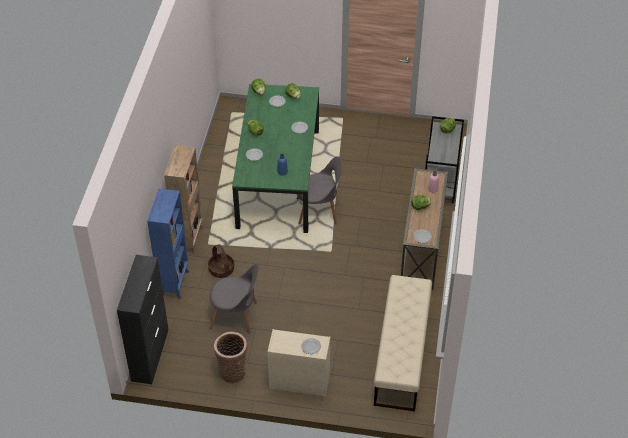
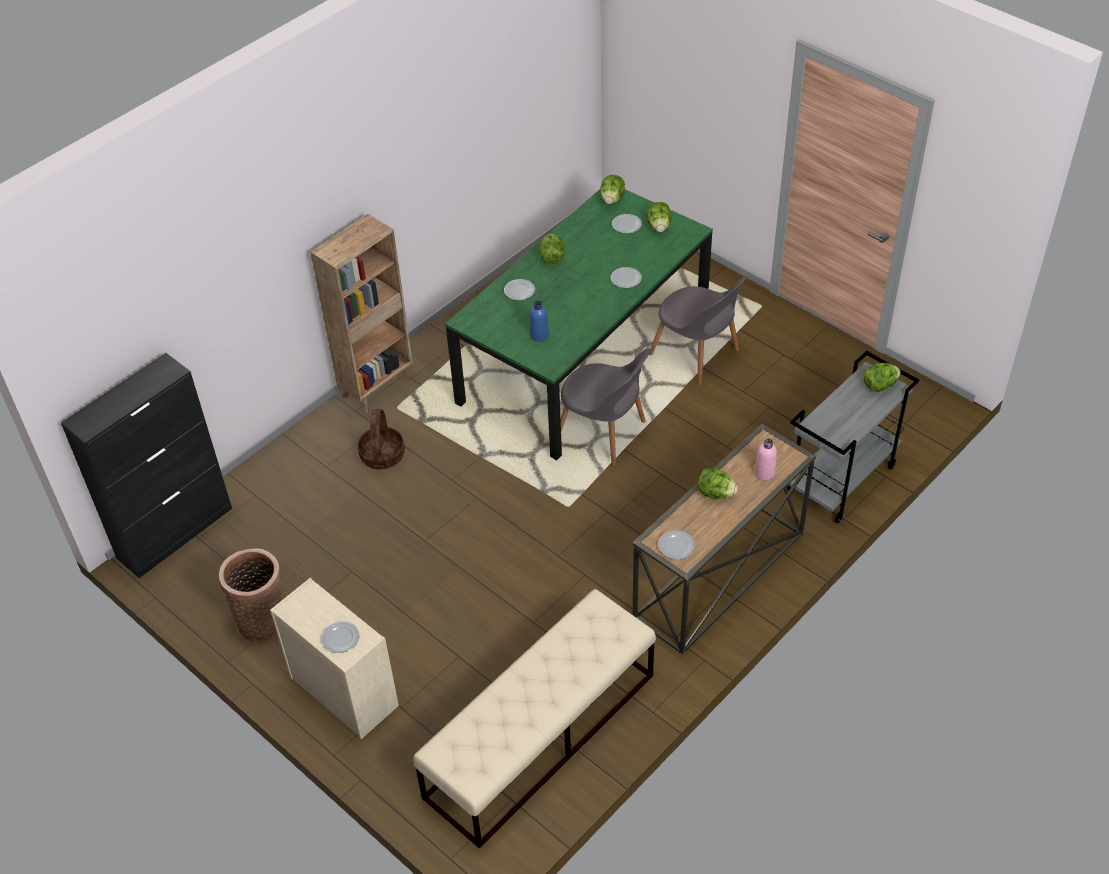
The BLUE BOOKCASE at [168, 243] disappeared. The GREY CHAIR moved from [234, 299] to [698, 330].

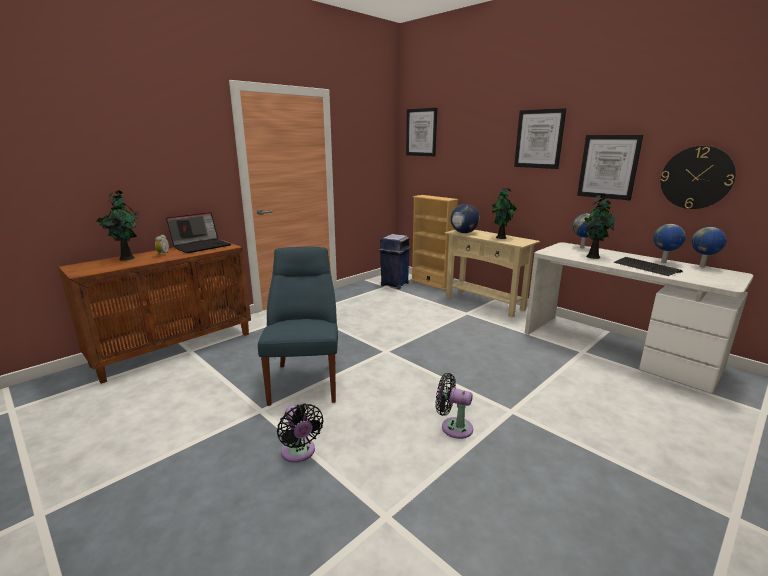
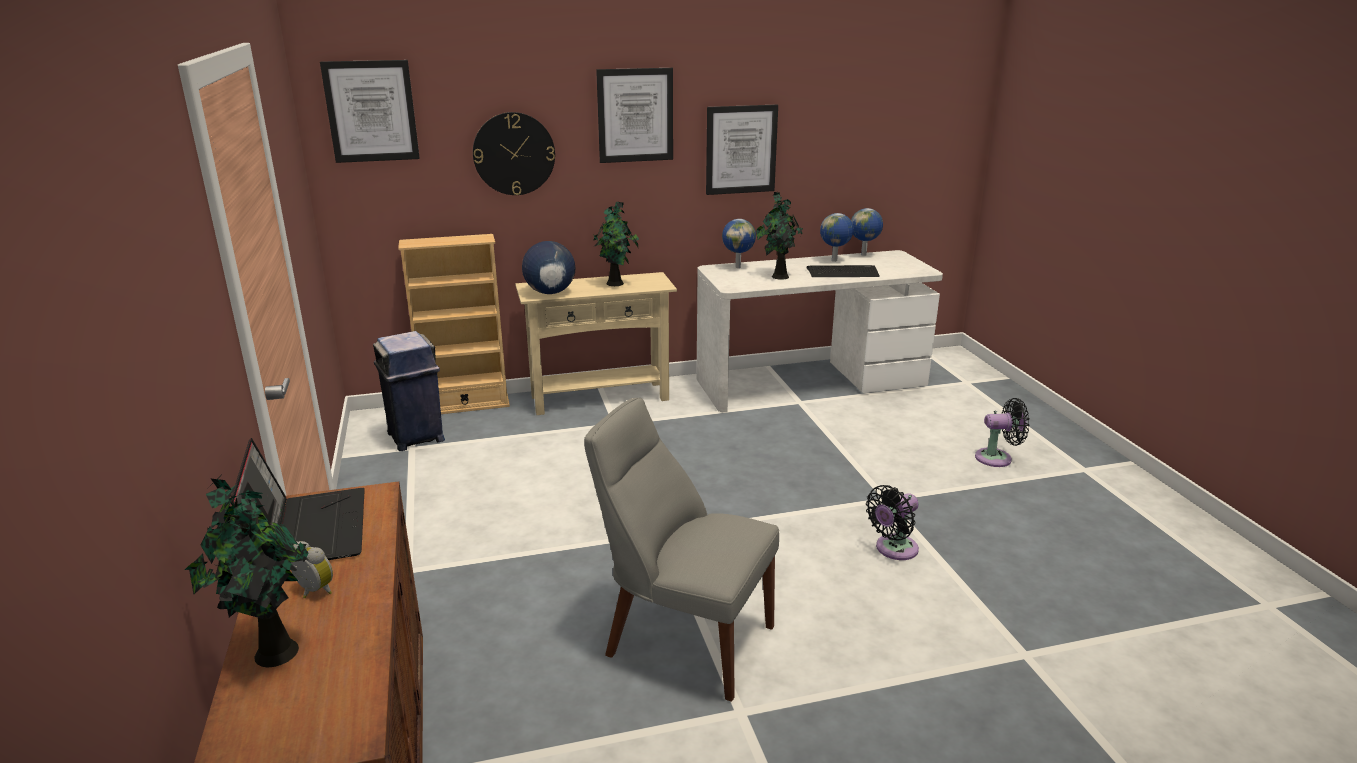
The BLACK FAN moved from [300, 433] to [1002, 432]. The WALL CLOCK moved from [698, 177] to [514, 153]. The BLUE CHAIR at [298, 326] became the GREY CHAIR at [681, 550].

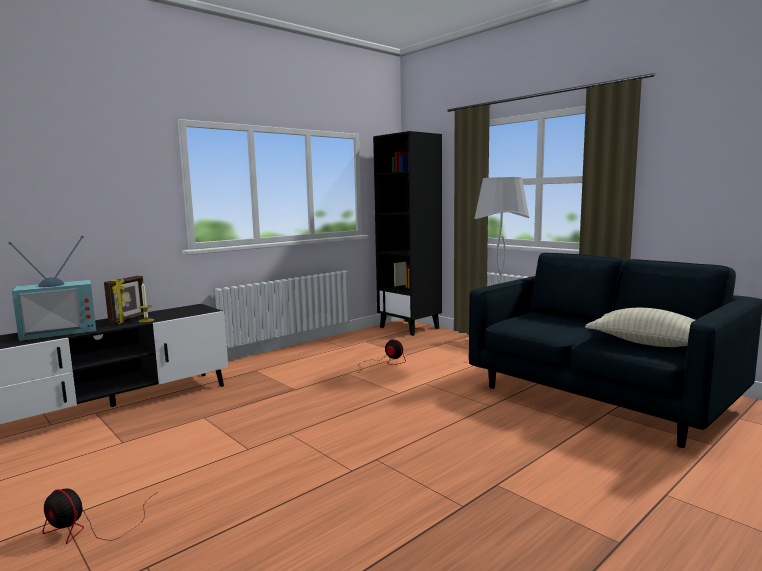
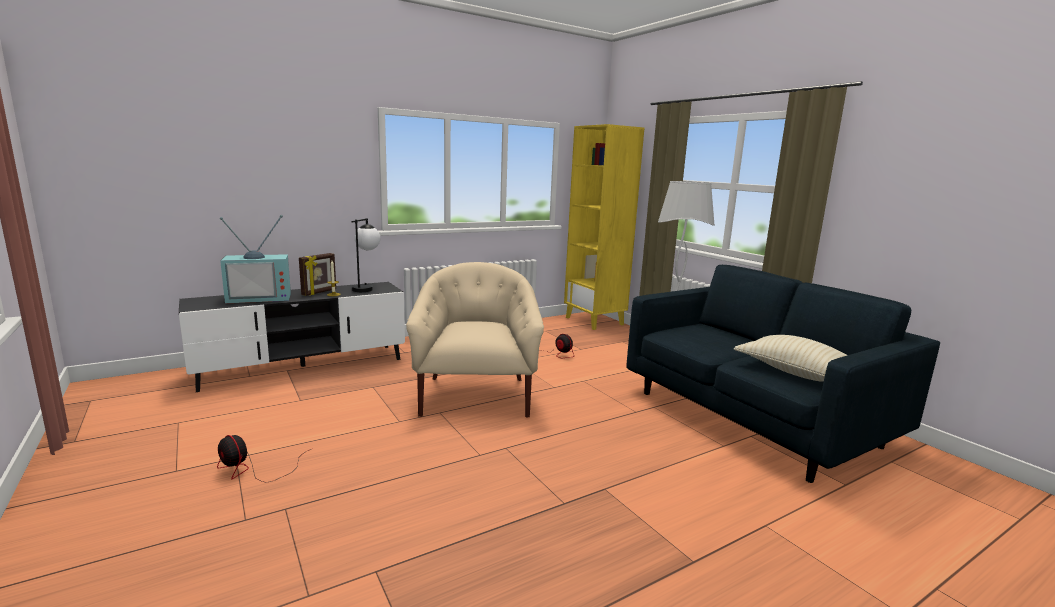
The TABLE LAMP at [366, 255] appeared. The BEIGE ARMCHAIR at [475, 340] appeared. The BLACK BOOKCASE at [407, 233] became the YELLOW BOOKCASE at [604, 227].

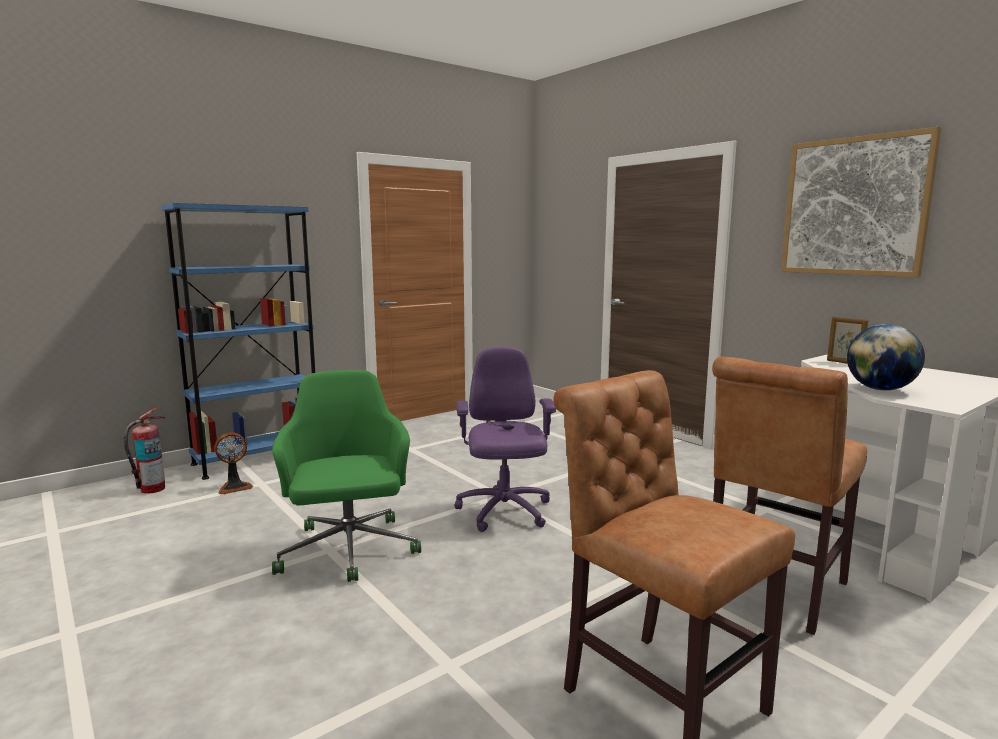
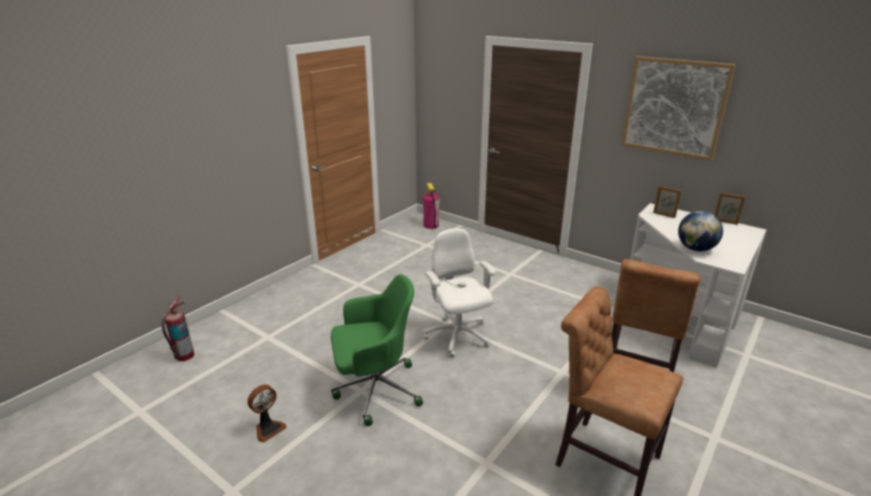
The BLUE BOOKCASE at [238, 341] disappeared. The FIRE EXTINGUISHER at [431, 206] appeared. The PICTURE FRAME at [730, 208] appeared. The FAN moved from [234, 463] to [267, 413]. The PURPLE OFFICE CHAIR at [505, 439] became the WHITE OFFICE CHAIR at [460, 293]. The GREEN OFFICE CHAIR at [346, 476] turned 105 degrees clockwise.

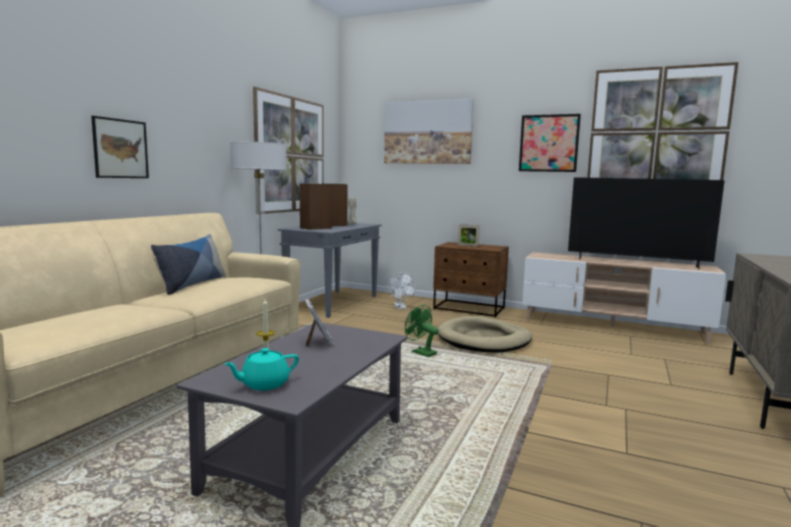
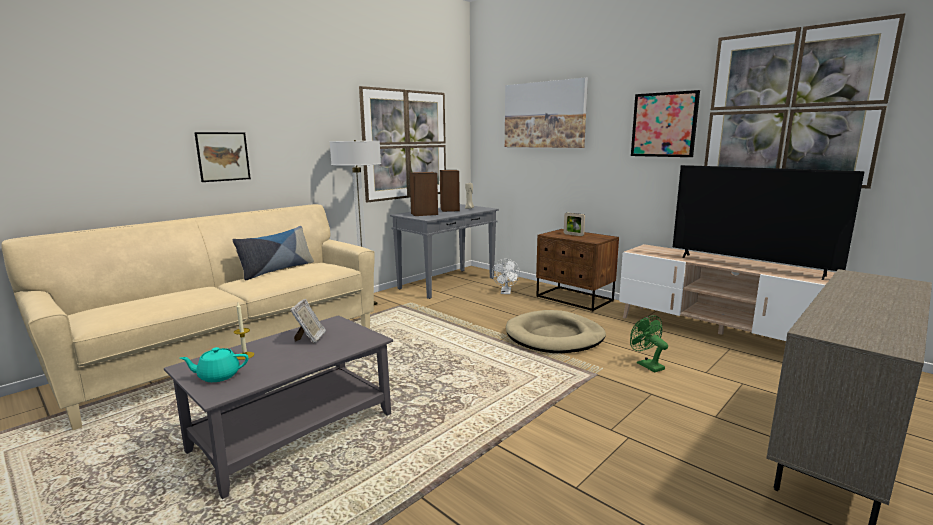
The GREEN FAN moved from [422, 331] to [649, 343].

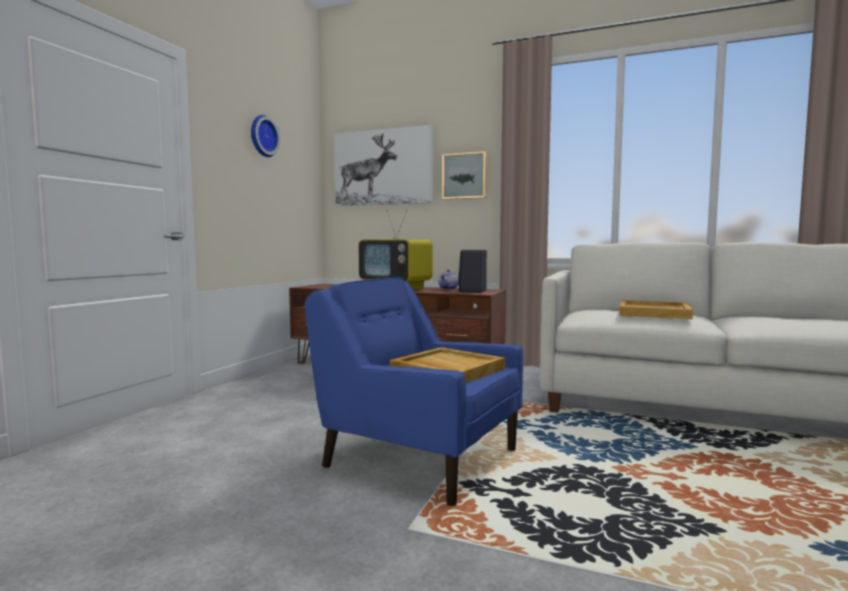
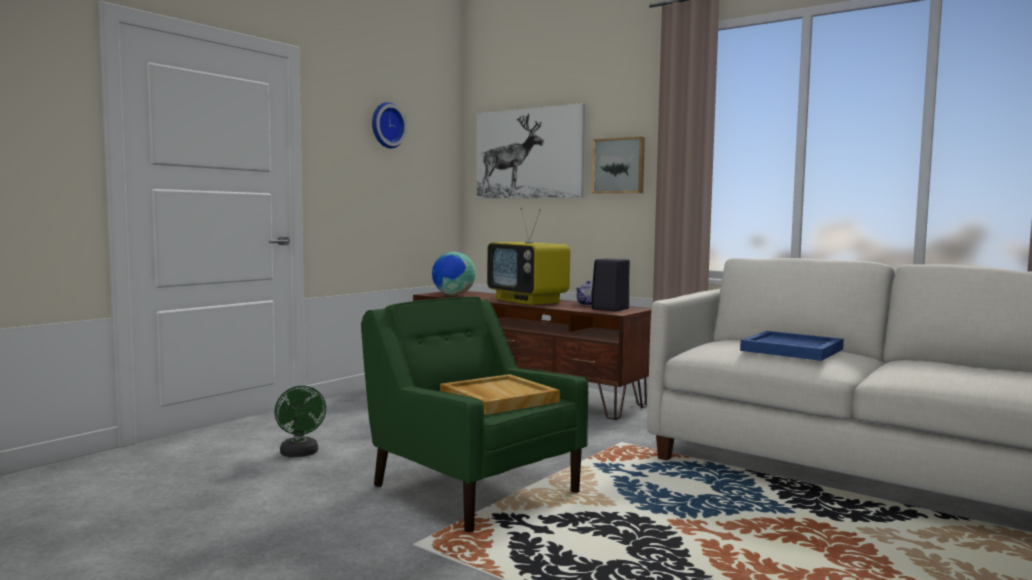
The GREEN FAN at [300, 421] appeared. The GLOBE at [454, 273] appeared. The BLUE ARMCHAIR at [414, 392] became the GREEN ARMCHAIR at [474, 414]. The BEIGE TRAY at [656, 309] became the BLUE TRAY at [792, 346].

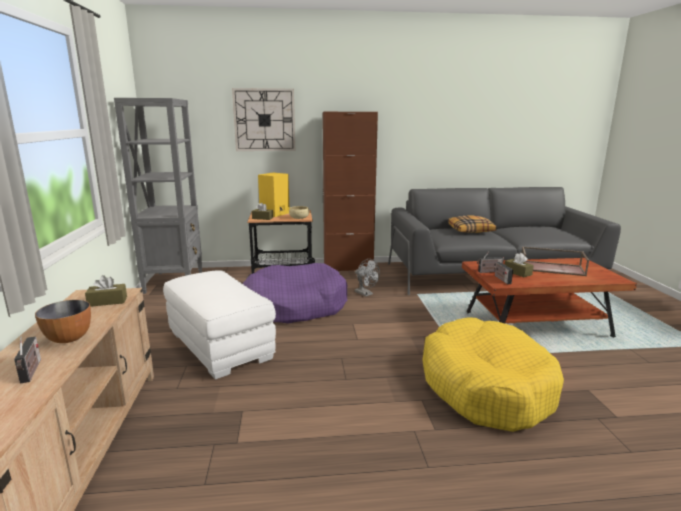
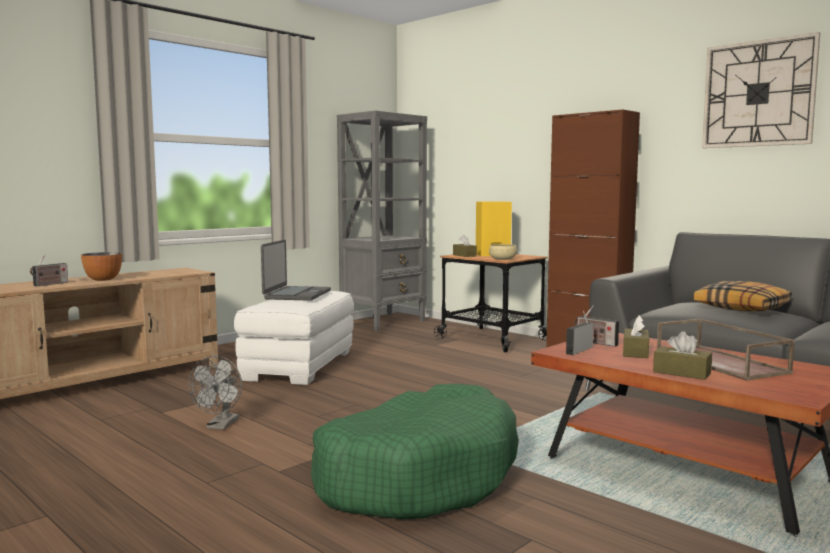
The PURPLE DOG BED at [295, 293] disappeared. The LAPTOP at [296, 270] appeared. The BROWN TISSUE BOX moved from [106, 291] to [682, 355]. The WALL CLOCK moved from [263, 119] to [761, 90]. The GREY FAN moved from [367, 278] to [215, 393]. The YELLOW DOG BED at [493, 374] became the GREEN DOG BED at [415, 451].

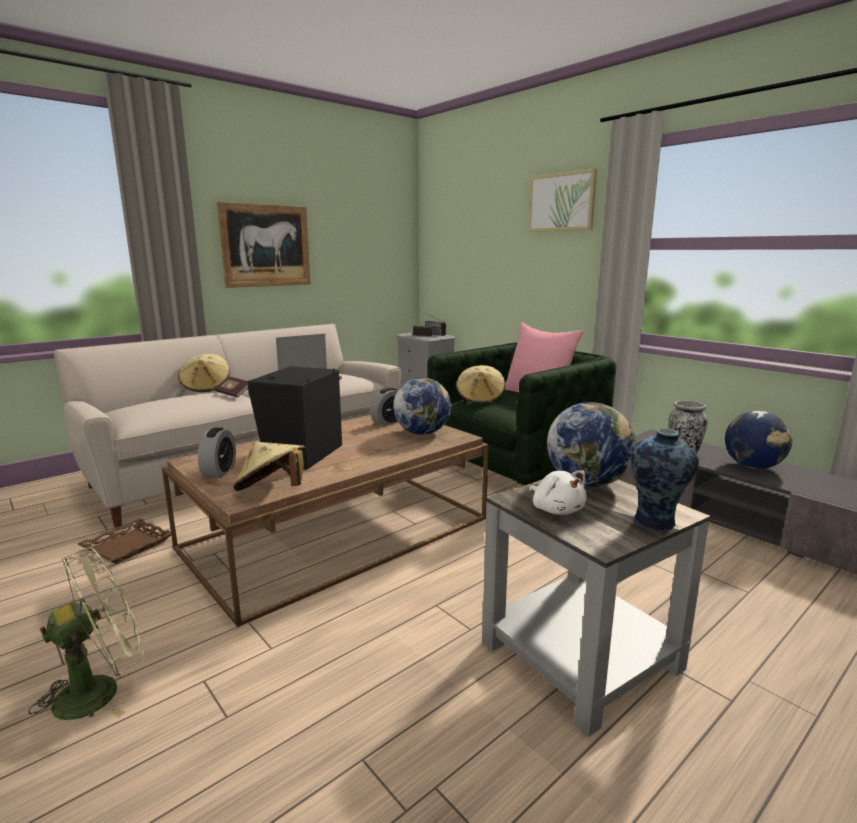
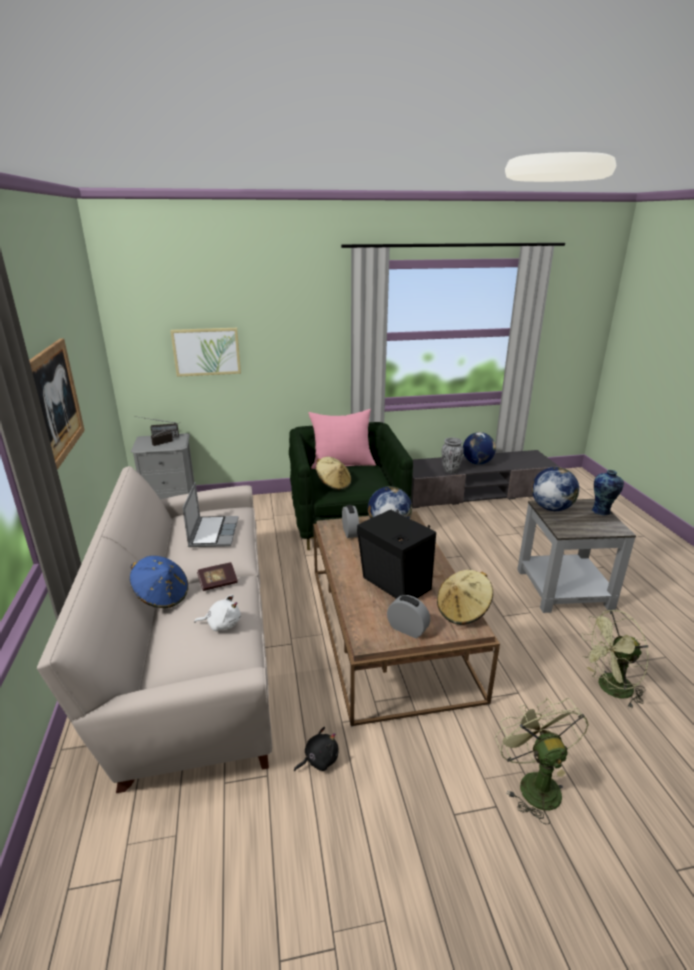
The GREEN FAN at [614, 659] appeared. The PICTURE moved from [562, 200] to [205, 352]. The WHITE PLUSH TOY moved from [558, 492] to [217, 612]. The BROWN TRAY at [124, 541] was replaced by the BLACK PLUSH TOY at [316, 749]. The BEIGE HAT at [204, 373] became the BLUE HAT at [159, 582].

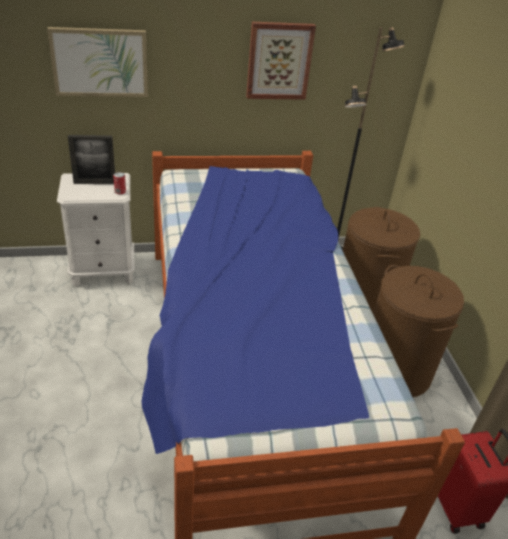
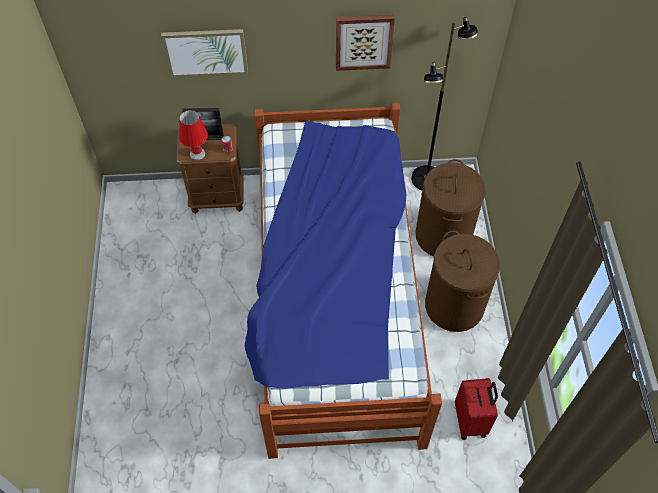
The RED TABLE LAMP at [193, 135] appeared. The WHITE NIGHTSTAND at [96, 229] became the BROWN NIGHTSTAND at [210, 169].

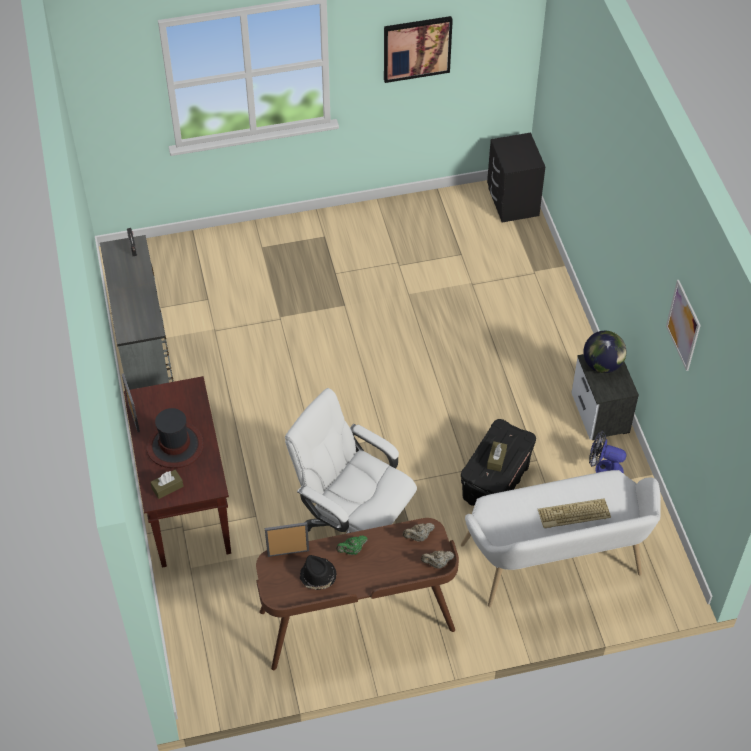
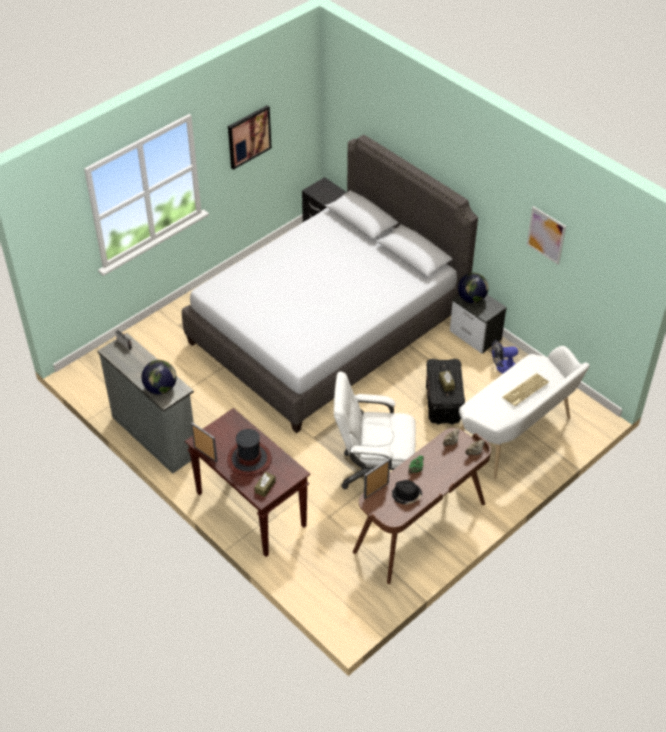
The GLOBE at [158, 377] appeared. The GREY BED at [330, 284] appeared.

